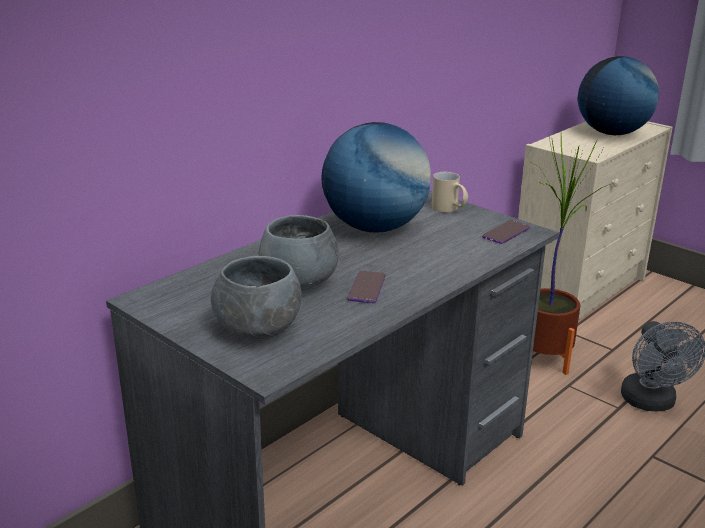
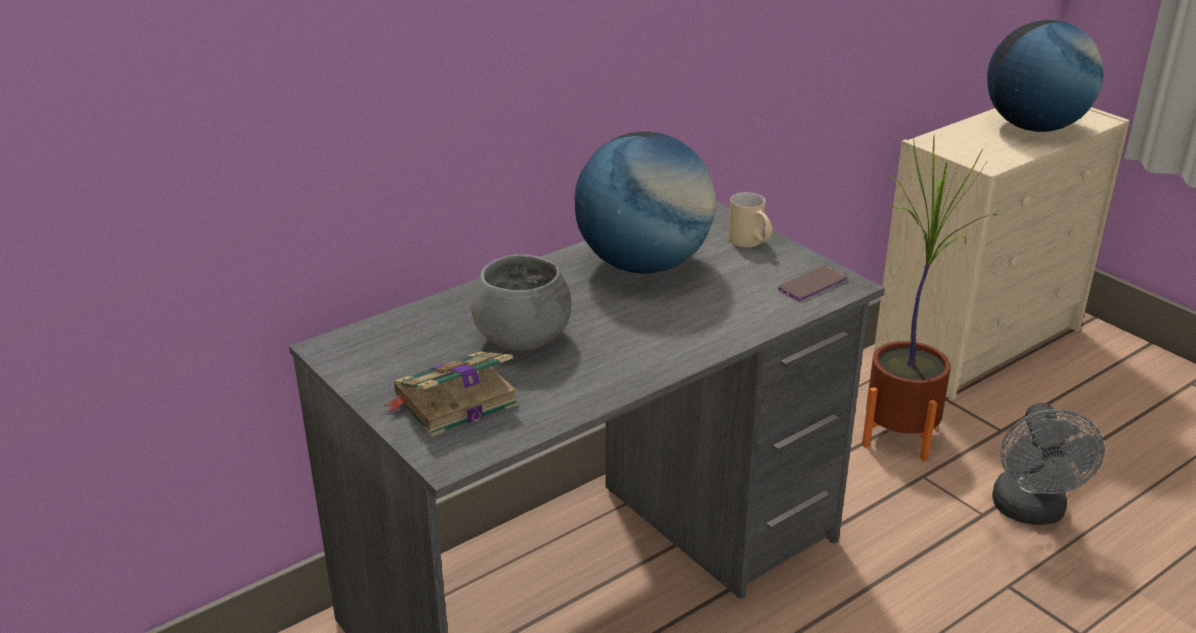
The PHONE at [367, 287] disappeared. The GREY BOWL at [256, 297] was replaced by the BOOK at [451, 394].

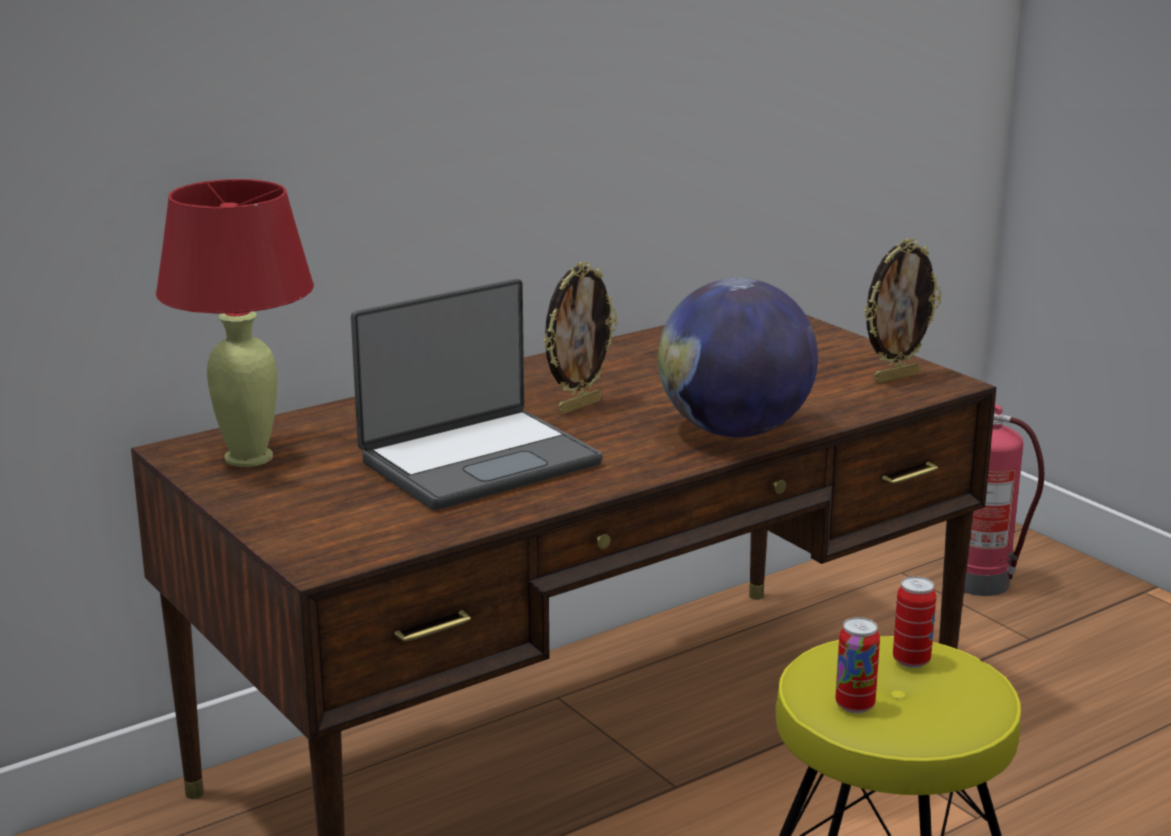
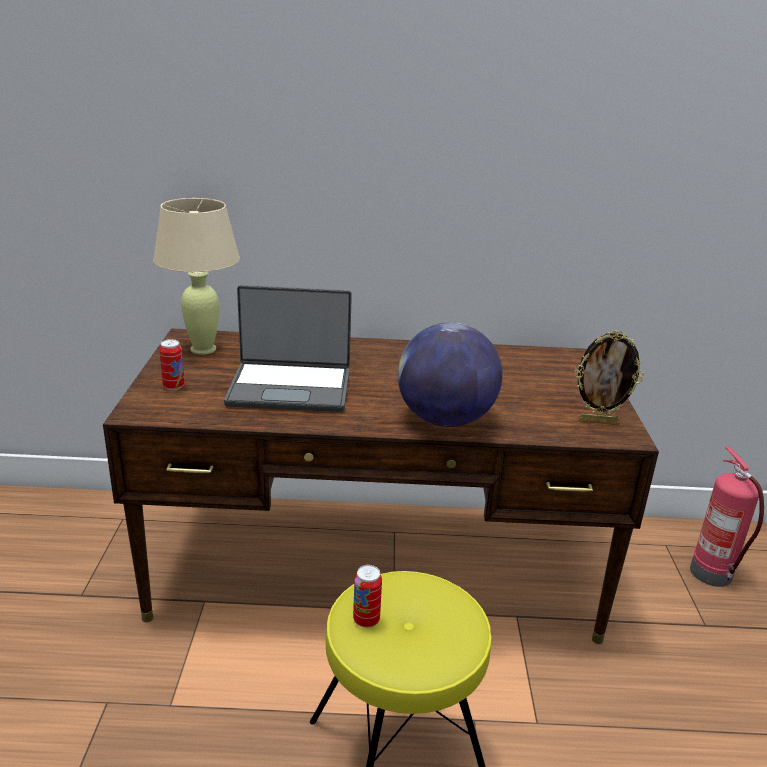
The PICTURE FRAME at [580, 338] disappeared. The CAN moved from [914, 622] to [172, 365]. The RED TABLE LAMP at [235, 323] became the BEIGE TABLE LAMP at [196, 276].

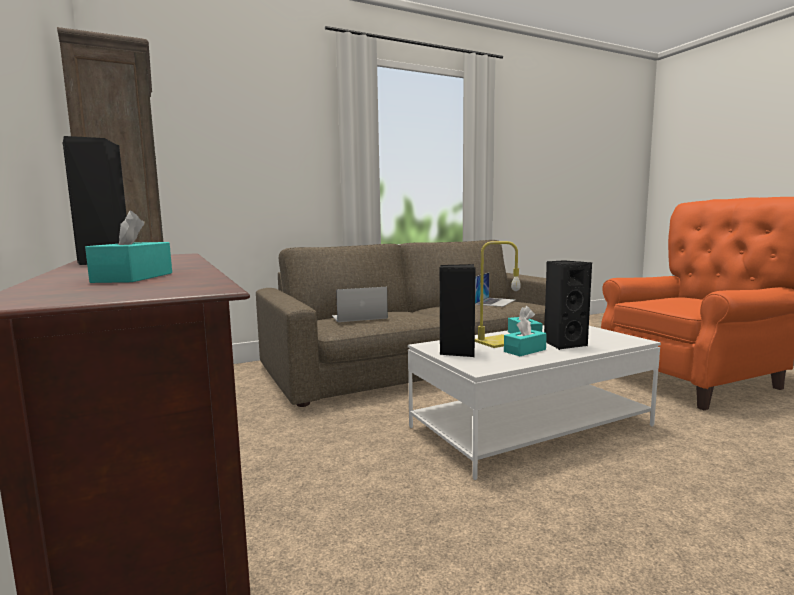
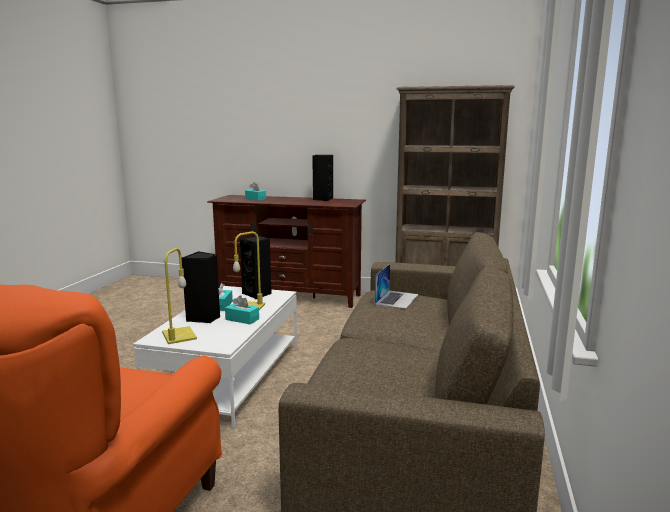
The LAPTOP at [495, 289] disappeared. The YELLOW TABLE LAMP at [179, 296] appeared.

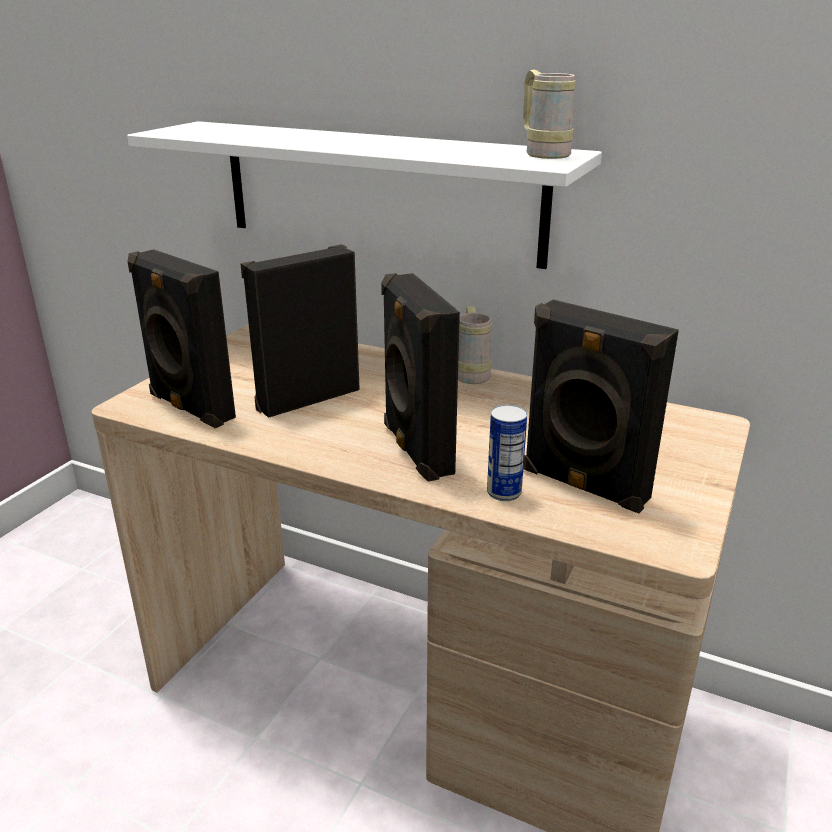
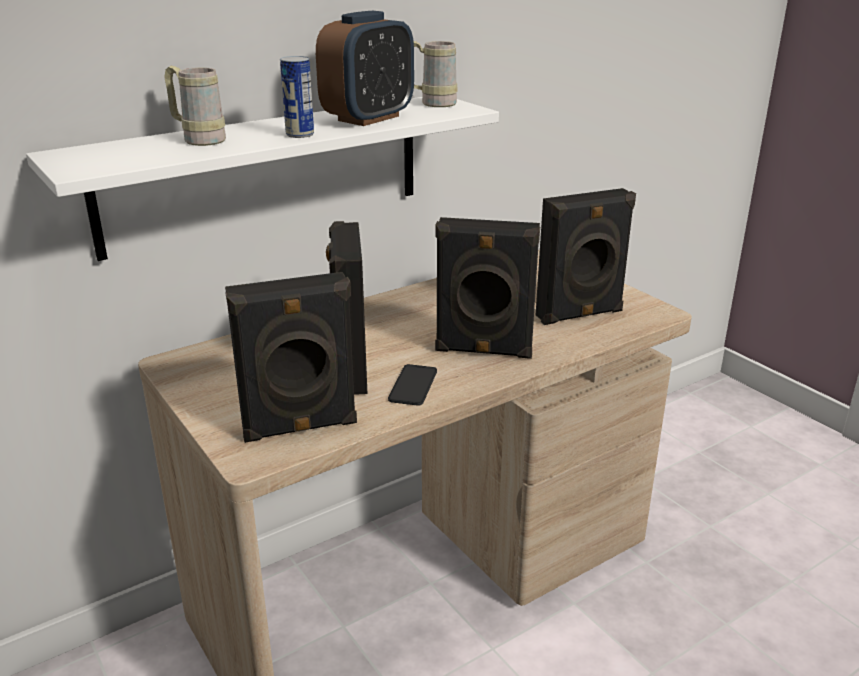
The ALARM CLOCK at [365, 68] appeared. The PHONE at [412, 385] appeared. The BEIGE MUG moved from [475, 345] to [195, 106]. The CAN moved from [507, 453] to [297, 97].

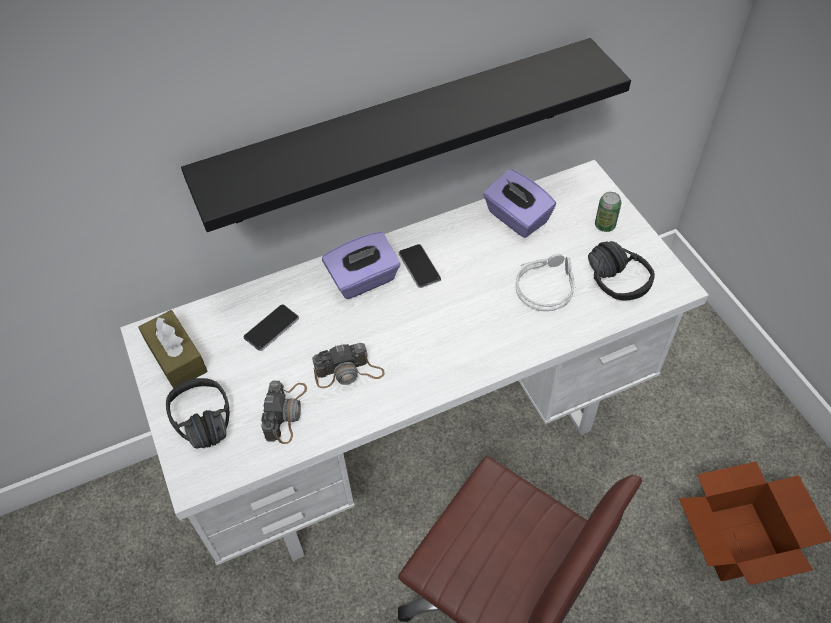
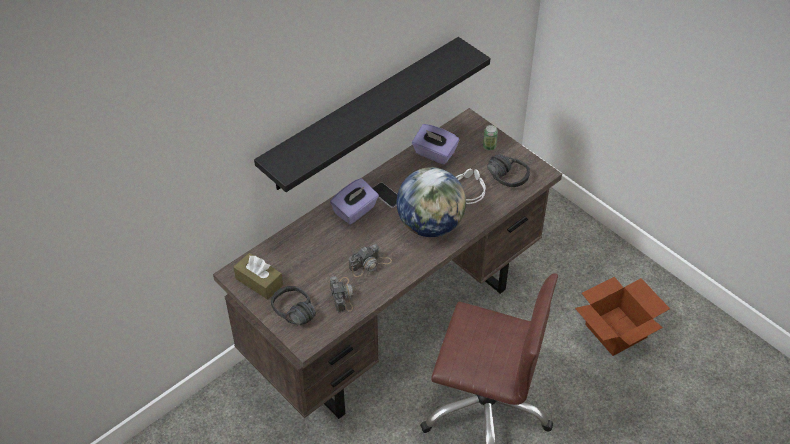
The PHONE at [271, 327] disappeared. The GLOBE at [431, 202] appeared. The WHITE DESK at [414, 362] became the BROWN DESK at [387, 263].

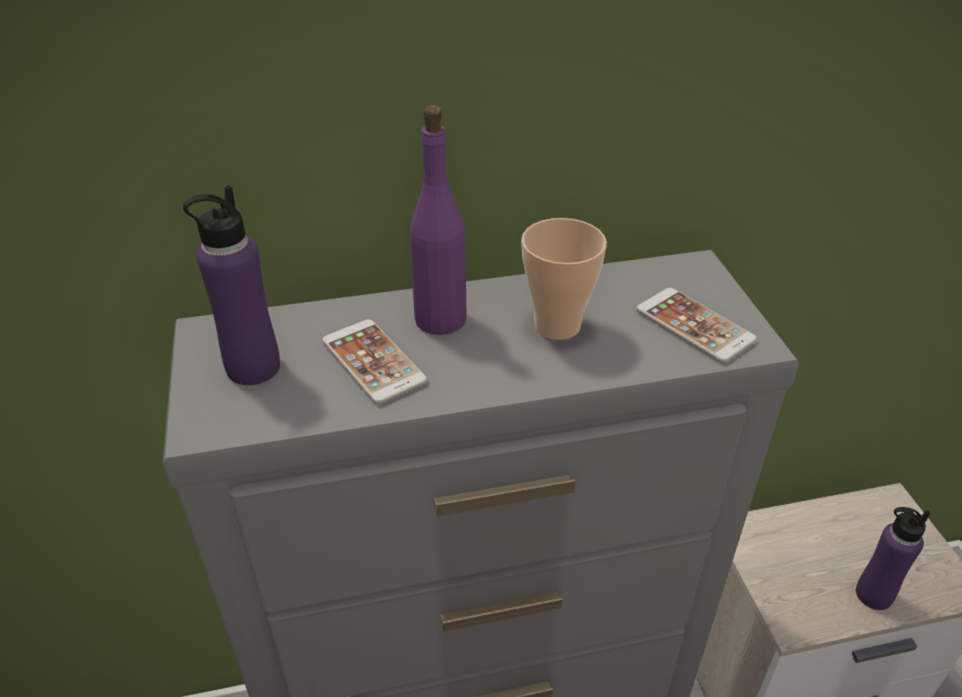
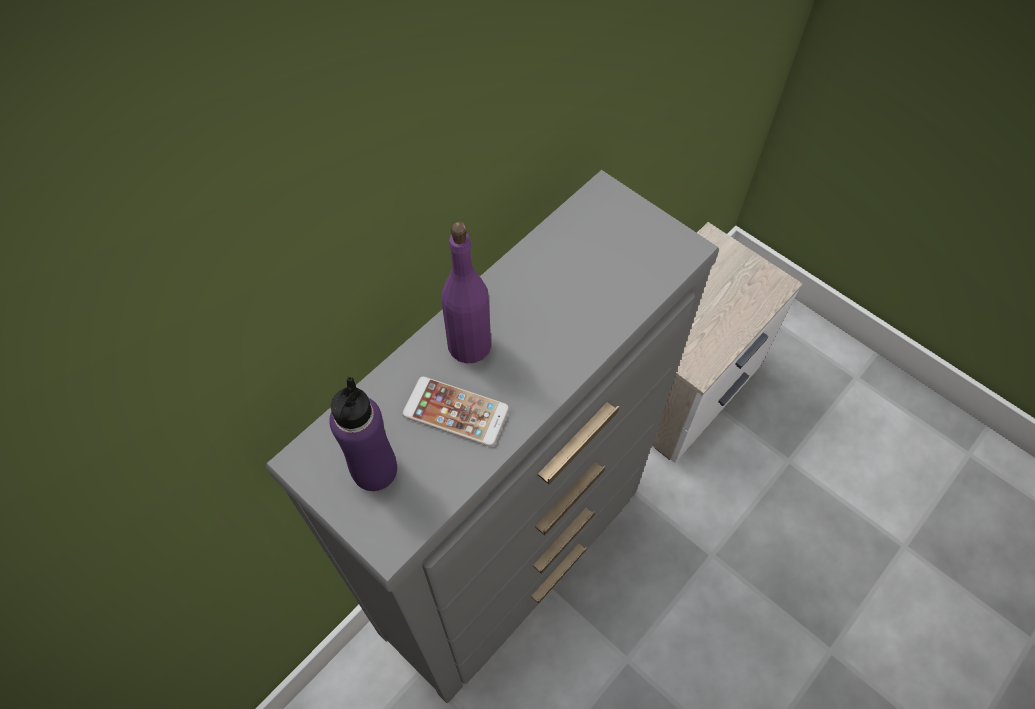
The CUP at [564, 279] disappeared. The PHONE at [696, 325] disappeared. The PURPLE BOTTLE at [893, 558] disappeared.

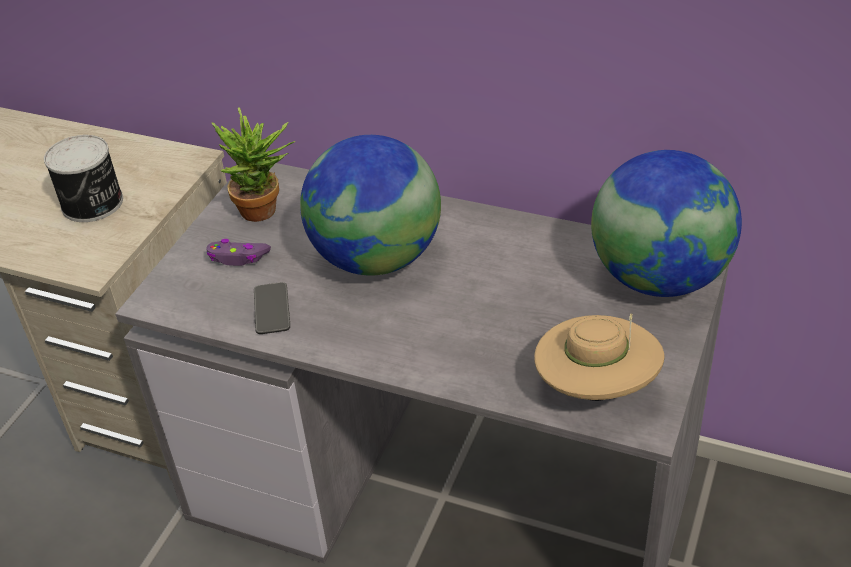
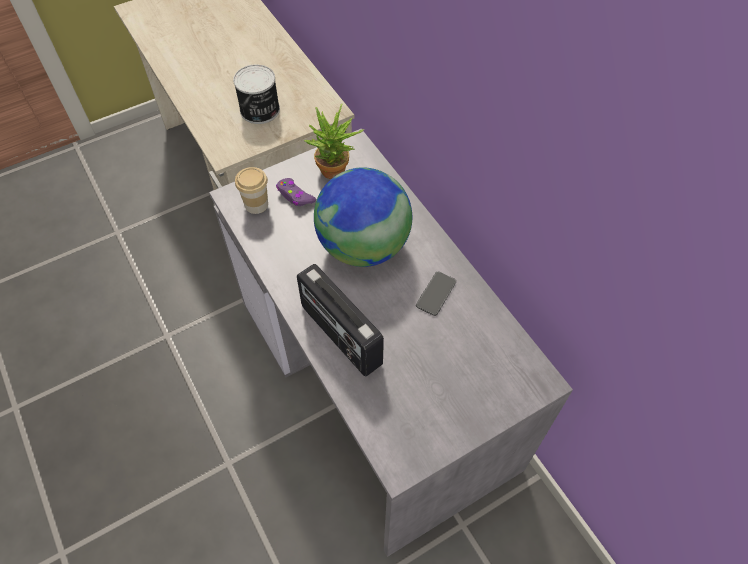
The BEIGE HAT at [599, 357] disappeared. The GLOBE at [666, 223] disappeared. The CUP at [251, 190] appeared. The RADIO at [340, 320] appeared. The PHONE moved from [272, 308] to [436, 294].

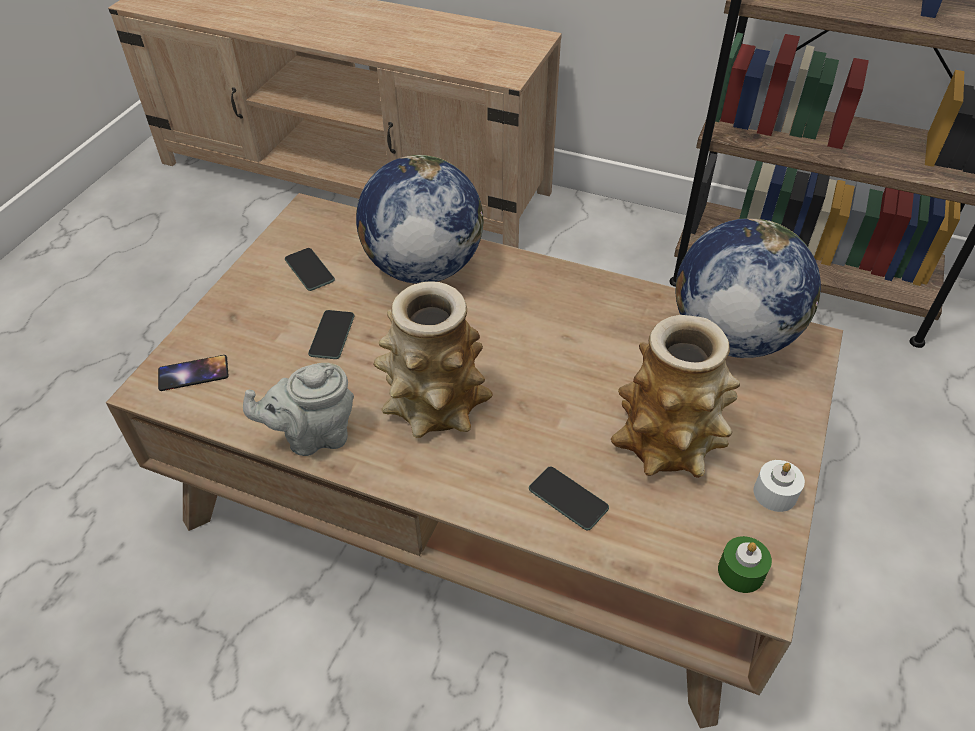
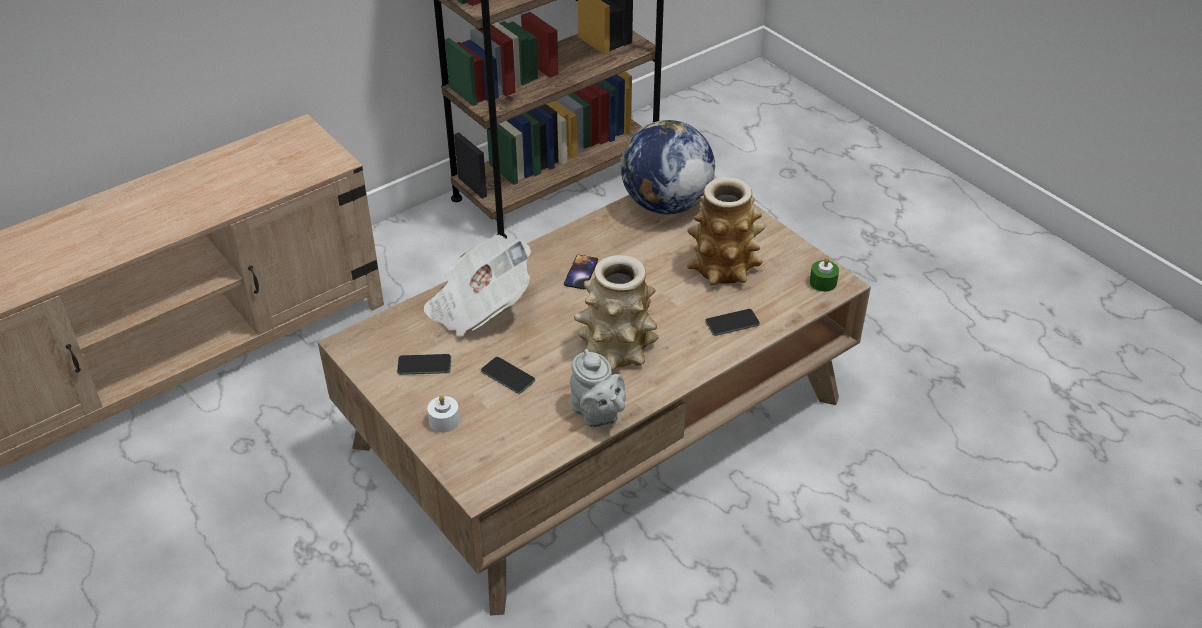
The PHONE moved from [193, 373] to [581, 272]. The WHITE CANDLE moved from [779, 486] to [443, 414]. The GLOBE at [419, 219] was replaced by the NEWSPAPER at [478, 286]. The GREY TEAPOT at [298, 409] turned 45 degrees counterclockwise.

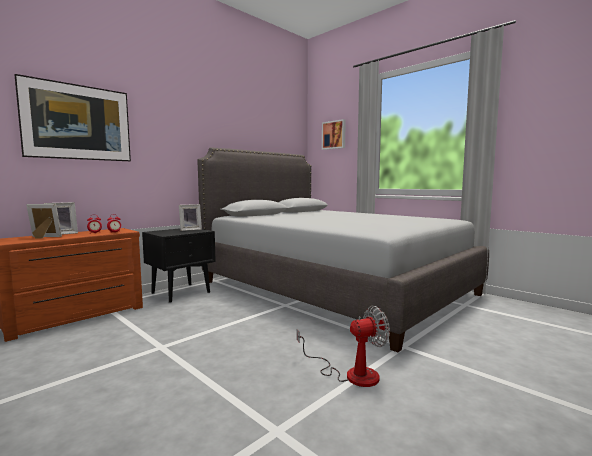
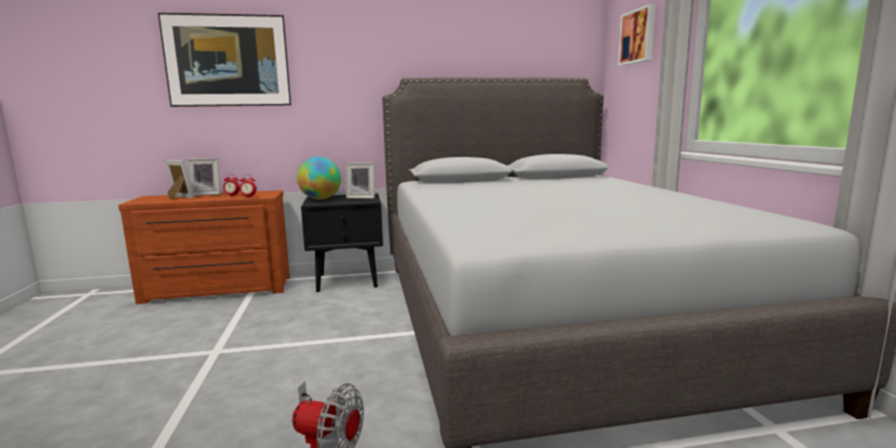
The GLOBE at [319, 178] appeared.

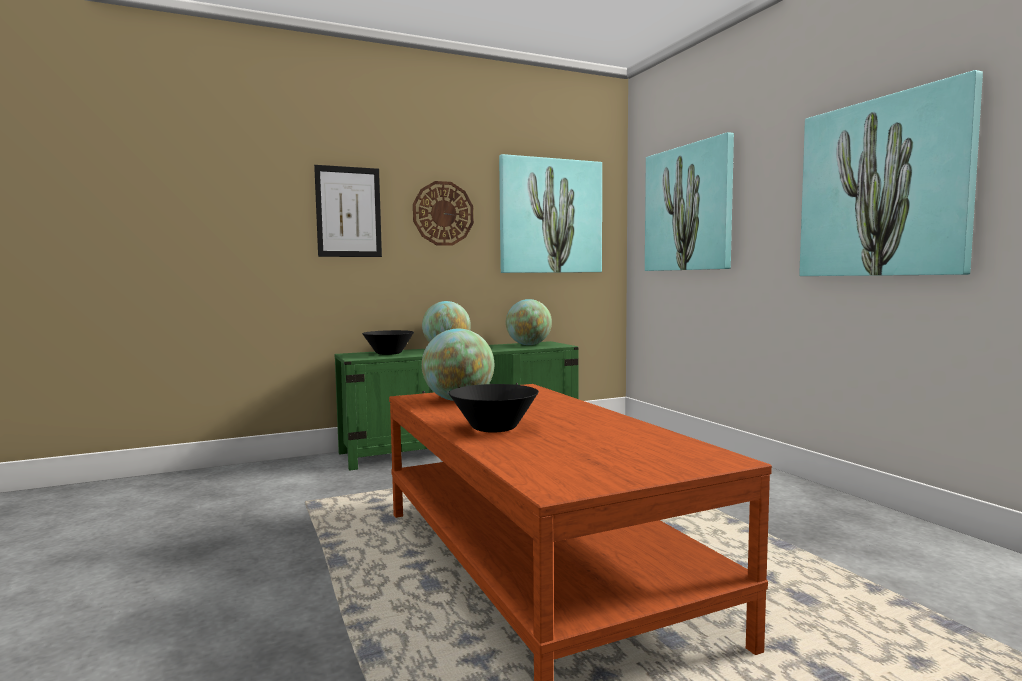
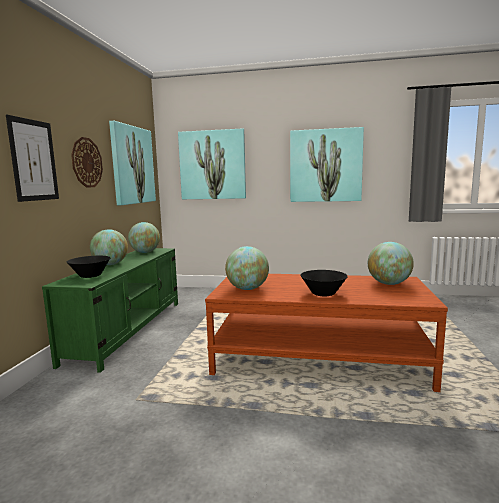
The GLOBE at [391, 263] appeared.

